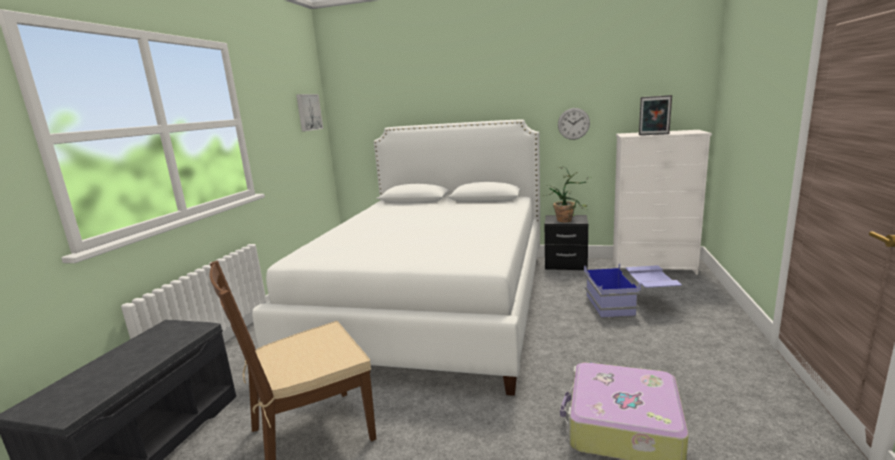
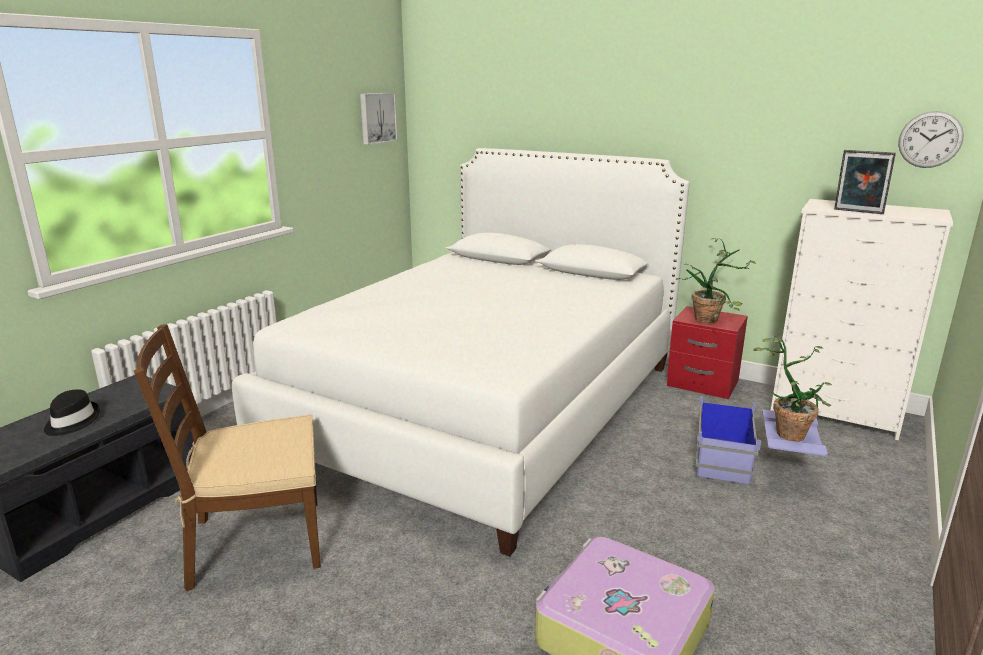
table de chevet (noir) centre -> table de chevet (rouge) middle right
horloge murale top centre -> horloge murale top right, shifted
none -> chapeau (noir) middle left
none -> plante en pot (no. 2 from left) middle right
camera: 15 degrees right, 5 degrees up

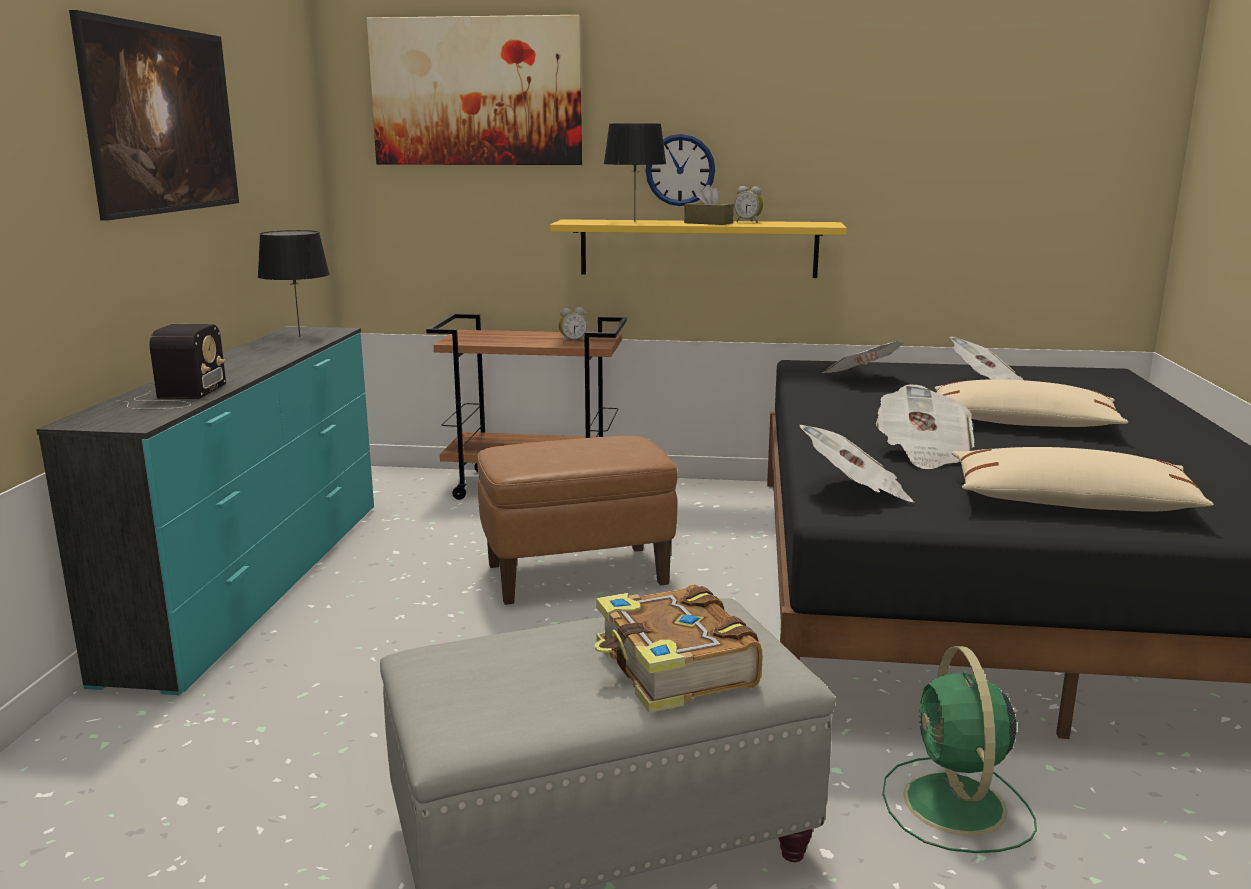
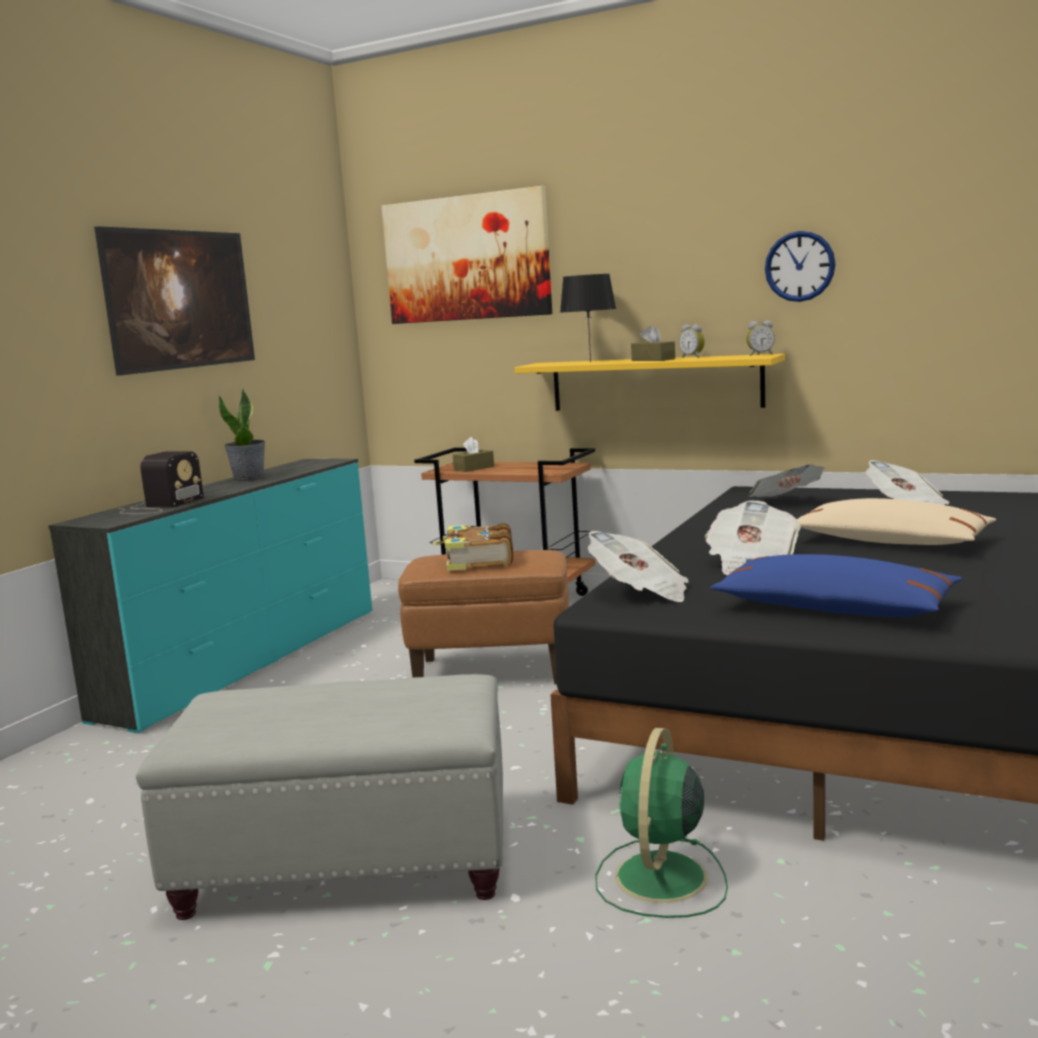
lampe de table (noir) (no. 1 from left) top left -> none
réveil (no. 1 from left in the first image) centre -> réveil (no. 2 from left) top right, shifted
livre bottom centre -> livre centre, shifted
horloge murale top centre -> horloge murale top right, shifted
coussin (beige) (no. 2 from left) middle right -> coussin (bleu) middle right
none -> plante en pot middle left
none -> boîte à mouchoirs (marron) (no. 1 from left) centre
camera: 20 degrees right, 5 degrees down

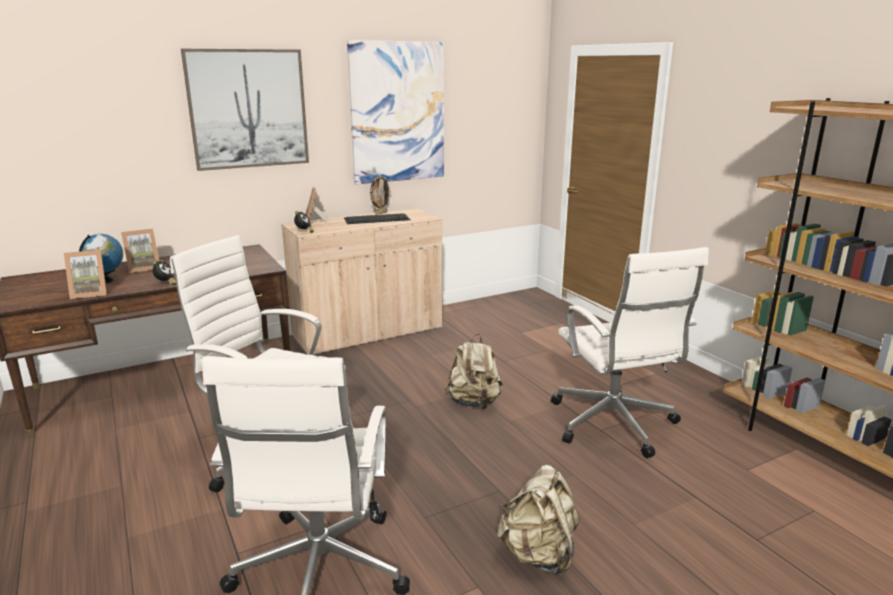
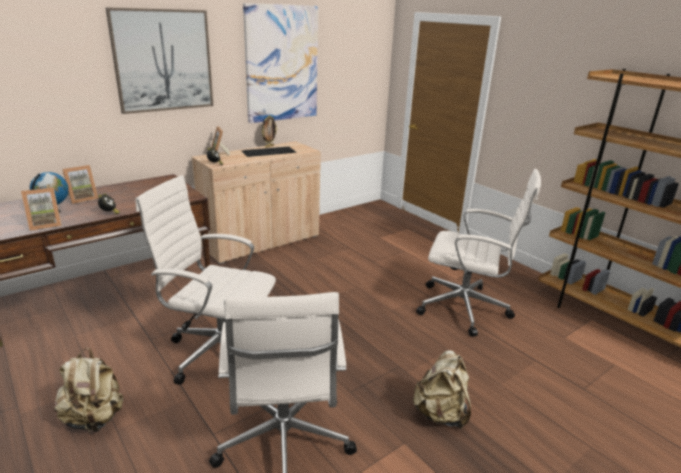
sac à dos (beige) (no. 1 from left) centre -> sac à dos (beige) (no. 1 from left) bottom left, shifted
chaise de bureau (blanc) (no. 3 from left) middle right, 45 degrees counterclockwise
camera: 10 degrees left, 5 degrees up

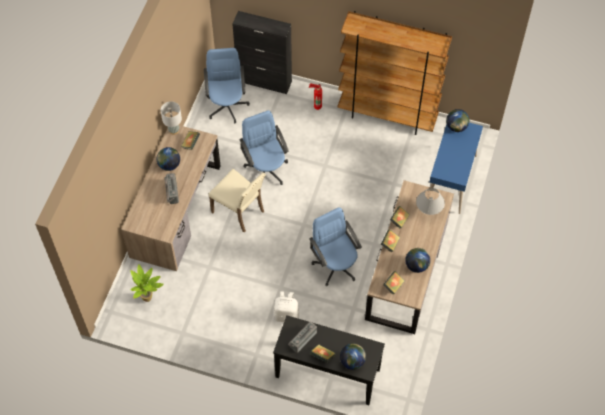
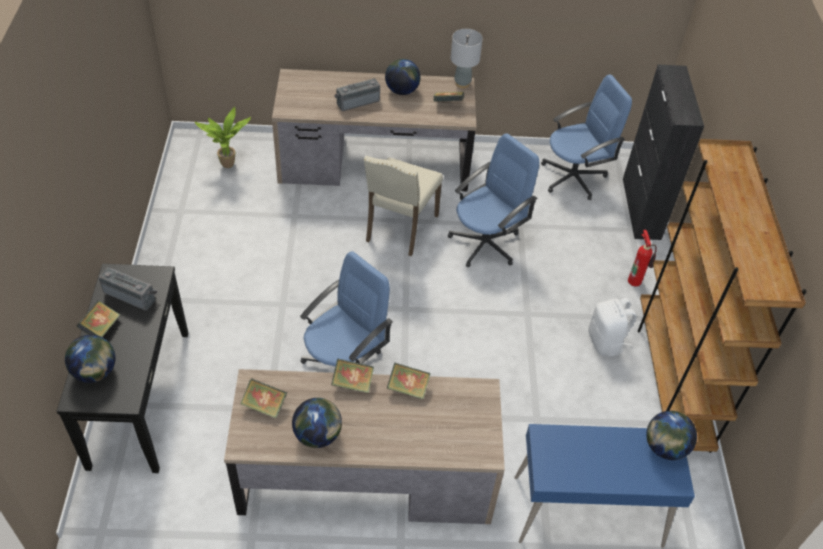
sac à dos (blanc) bottom centre -> sac à dos (blanc) middle right, shifted
lampe de table (gris) (no. 2 from left) middle right -> none
camera: 70 degrees right, 10 degrees down

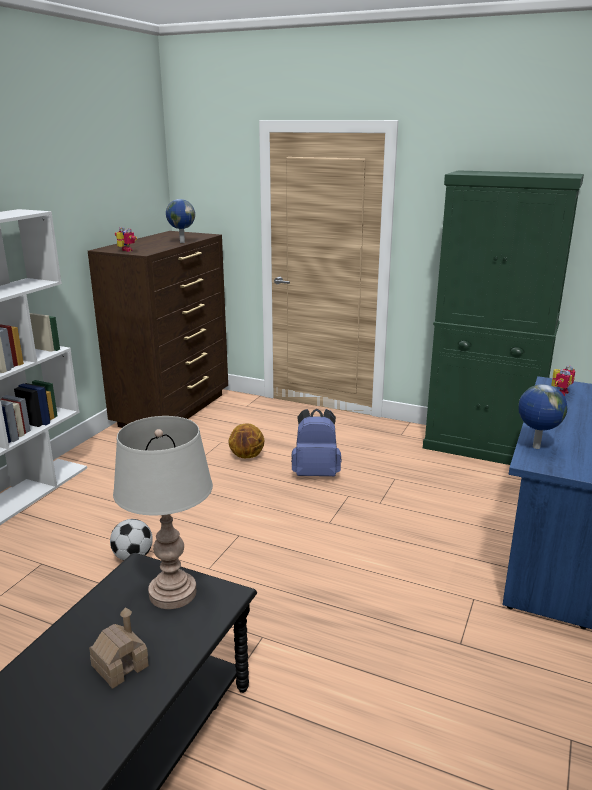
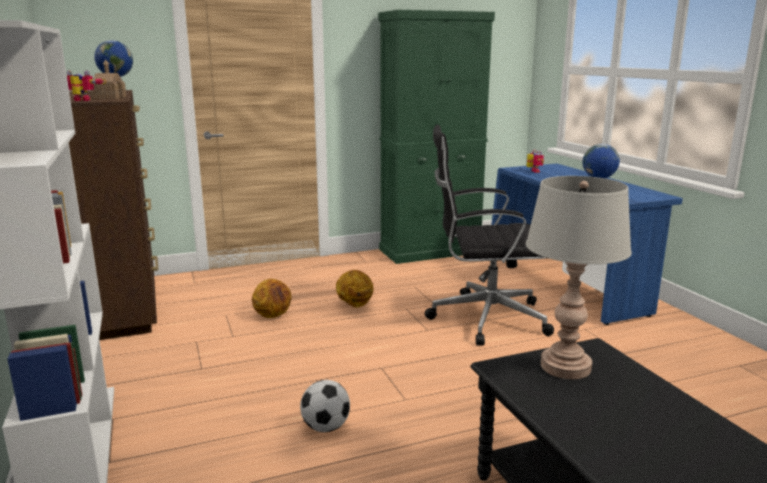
maison miniature bottom left -> maison miniature top left, shifted
sac à dos (bleu) centre -> ballon de basket (no. 2 from left) centre
none -> chaise de bureau (noir) centre
camera: 45 degrees left, 5 degrees down

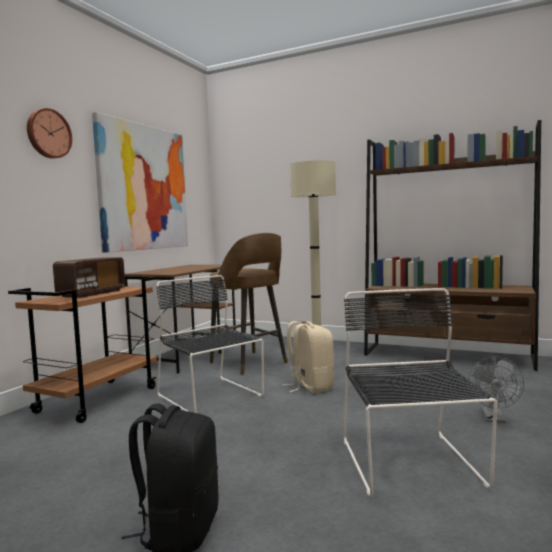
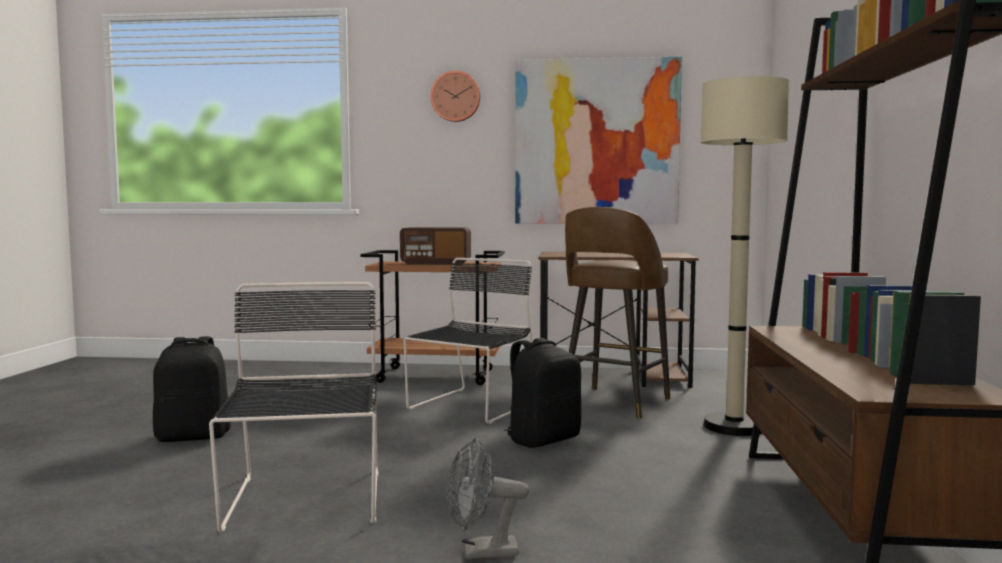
sac à dos (beige) centre -> sac à dos (noir) (no. 2 from left) bottom centre
chaise (noir) (no. 2 from left in the first image) bottom right -> chaise (noir) (no. 1 from left) bottom left, 75 degrees counterclockwise
camera: 70 degrees right, 0 degrees up

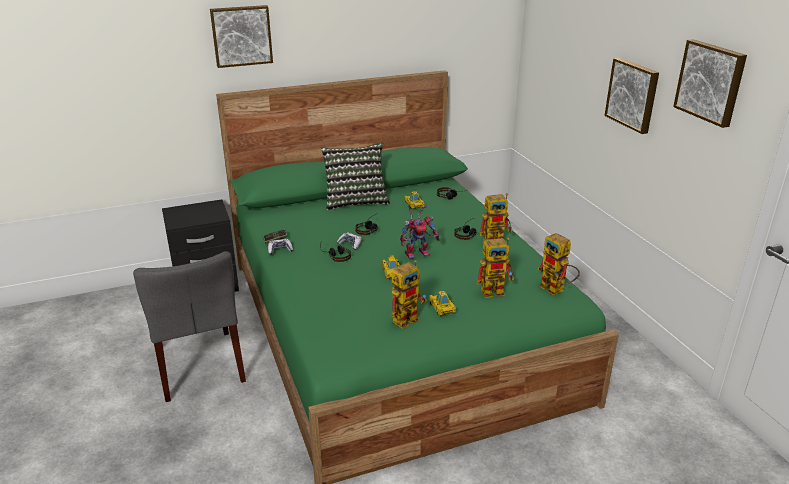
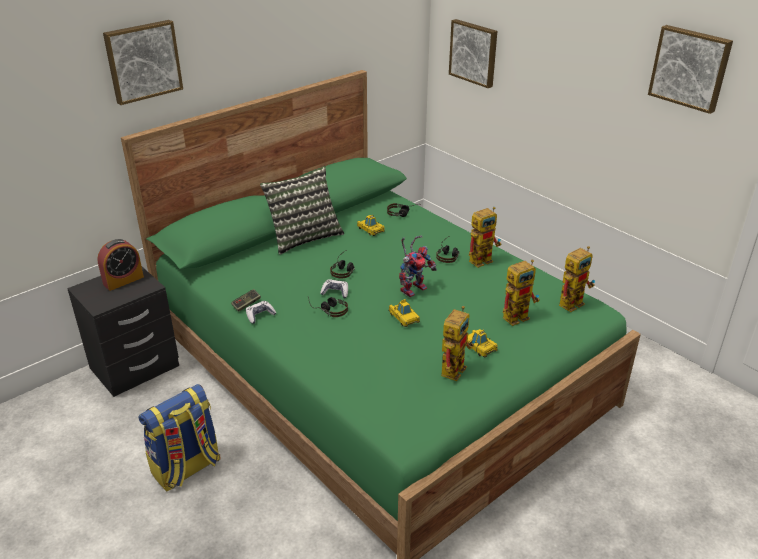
chaise (gris) bottom left -> sac à dos bottom left
robot jouet (no. 5 from left) middle right, 75 degrees counterclockwise
tableau (no. 2 from left) top right -> tableau (no. 2 from left) top centre, shifted
none -> réveil middle left
camera: 20 degrees left, 5 degrees up

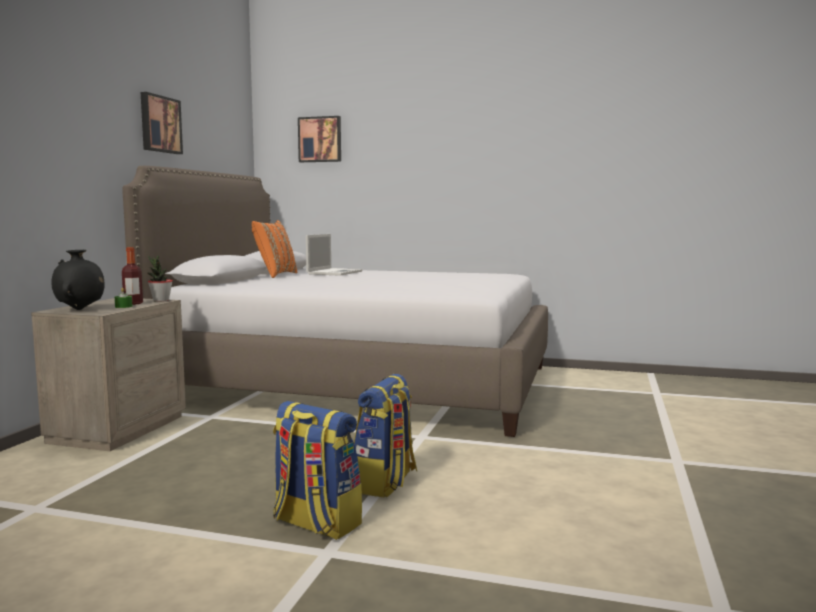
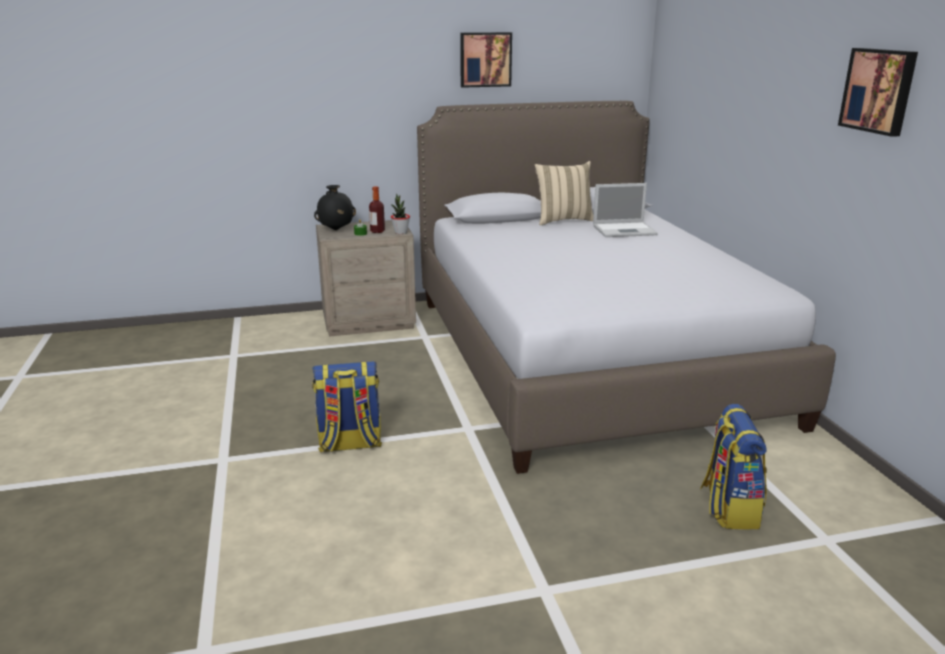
coussin (orange) centre -> coussin (beige) top centre
sac à dos (no. 1 from left in the first image) bottom centre -> sac à dos (no. 2 from left) bottom right, shifted
tableau (no. 2 from left) top centre -> tableau (no. 2 from left) top right, shifted
camera: 60 degrees right, 15 degrees up

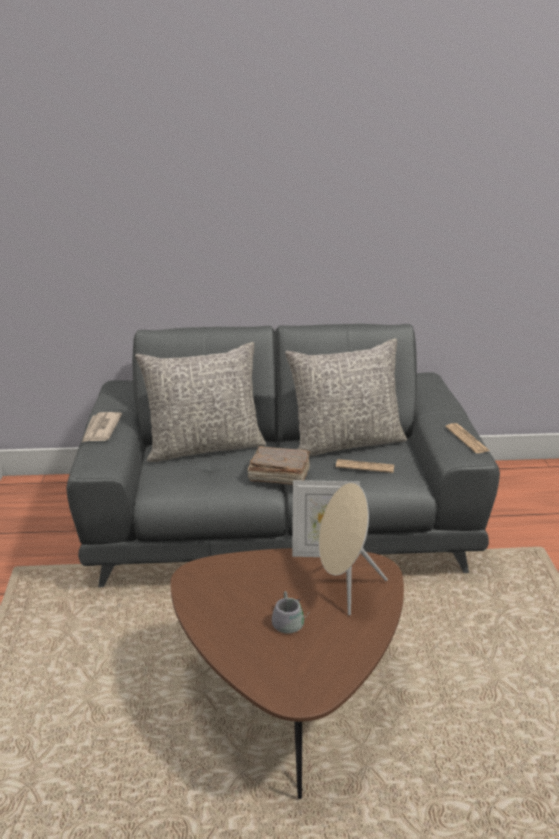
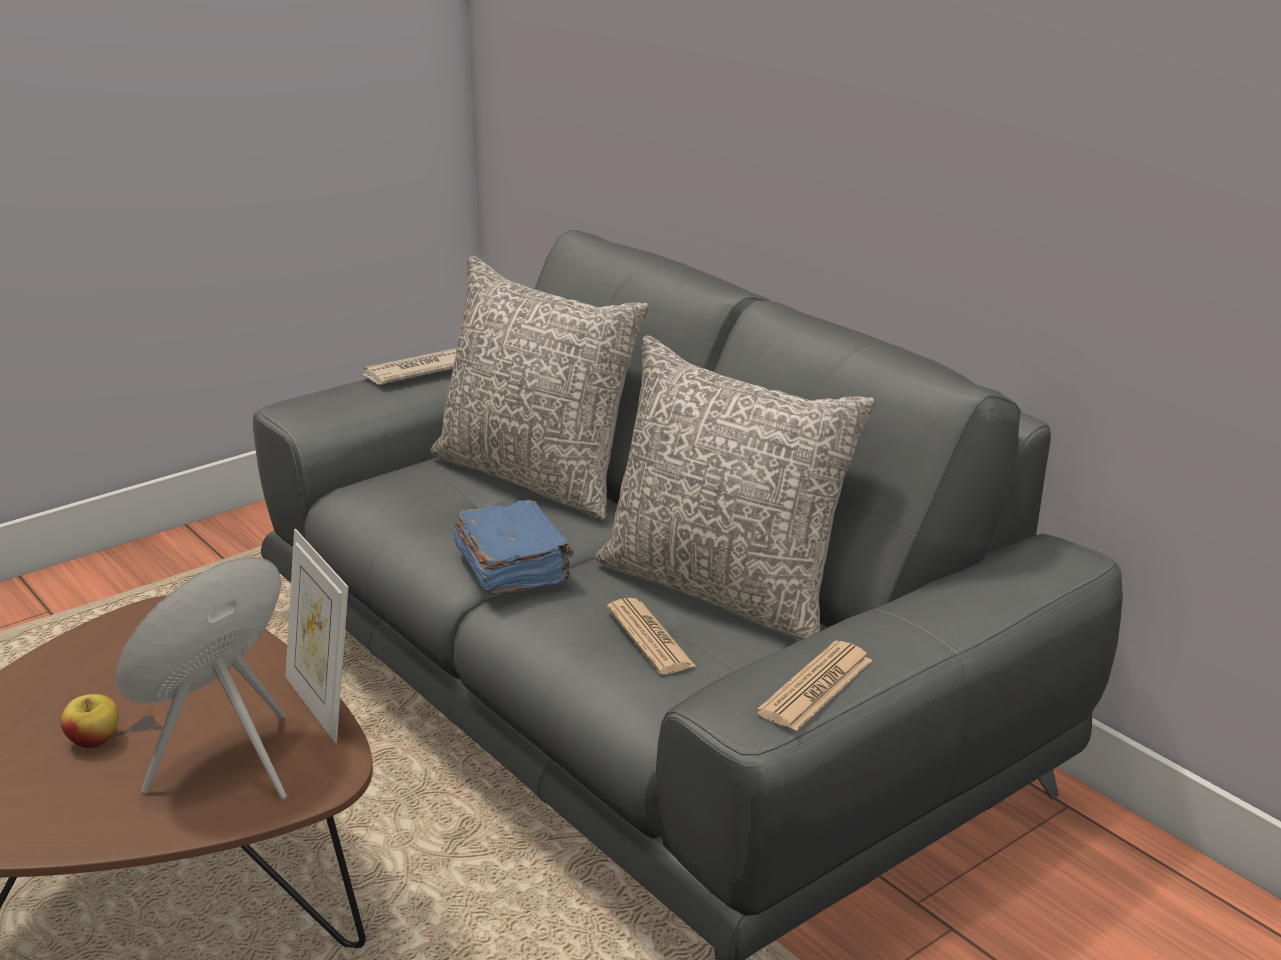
livre (marron) centre -> livre (bleu) centre
mug (gris) bottom centre -> pomme bottom left
camera: 55 degrees right, 0 degrees up

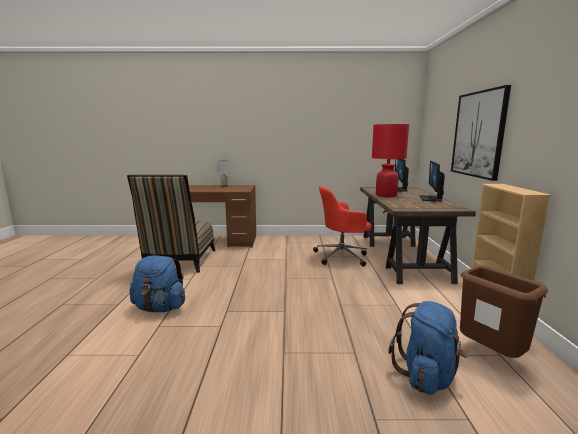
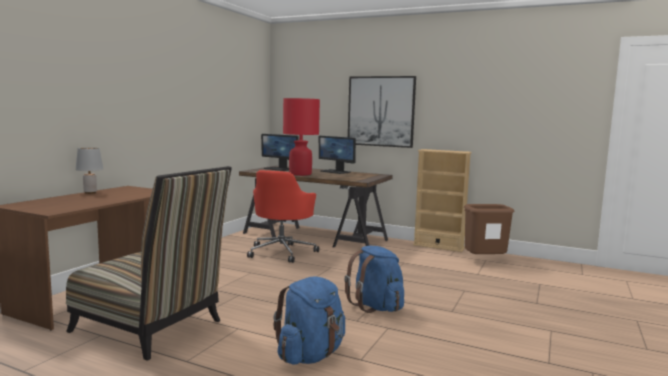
sac à dos (bleu) (no. 2 from left) bottom right -> sac à dos (bleu) (no. 2 from left) bottom centre, shifted
camera: 65 degrees left, 5 degrees down

